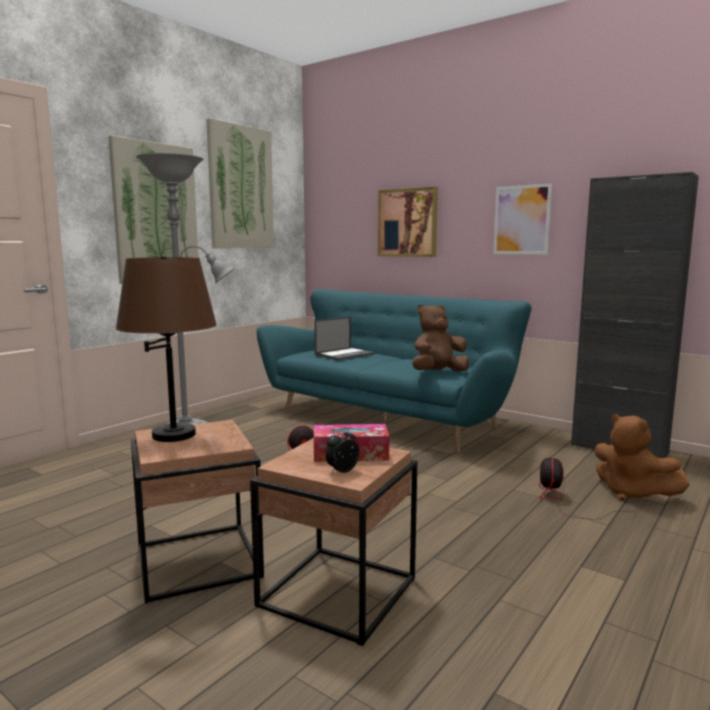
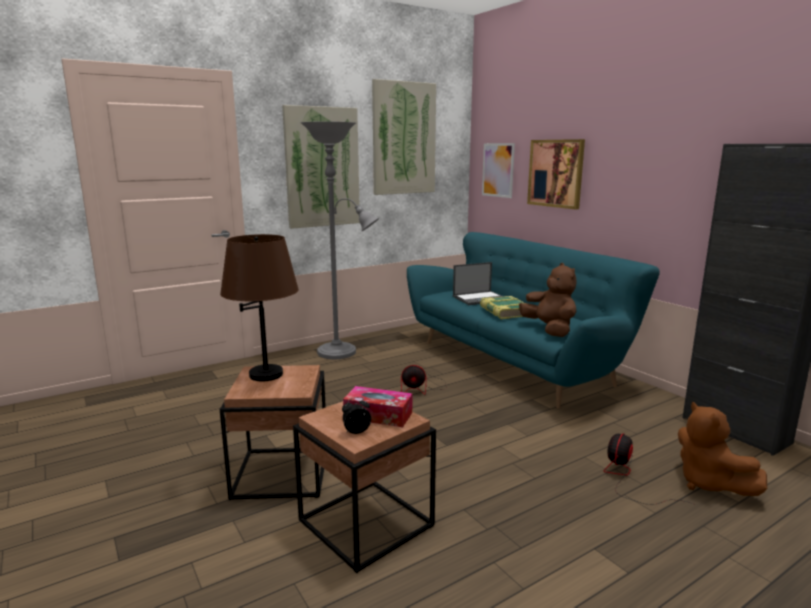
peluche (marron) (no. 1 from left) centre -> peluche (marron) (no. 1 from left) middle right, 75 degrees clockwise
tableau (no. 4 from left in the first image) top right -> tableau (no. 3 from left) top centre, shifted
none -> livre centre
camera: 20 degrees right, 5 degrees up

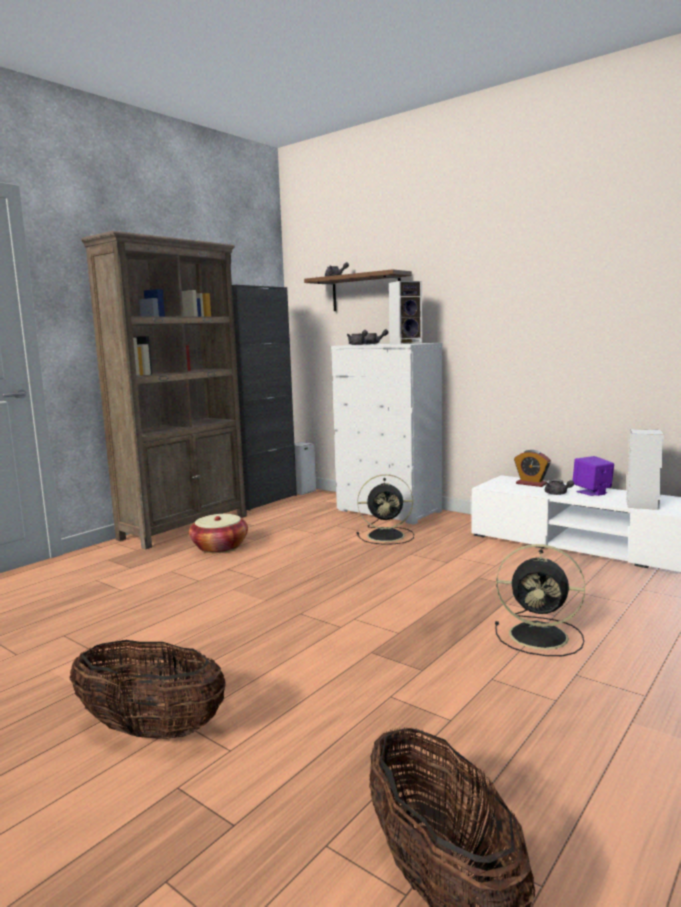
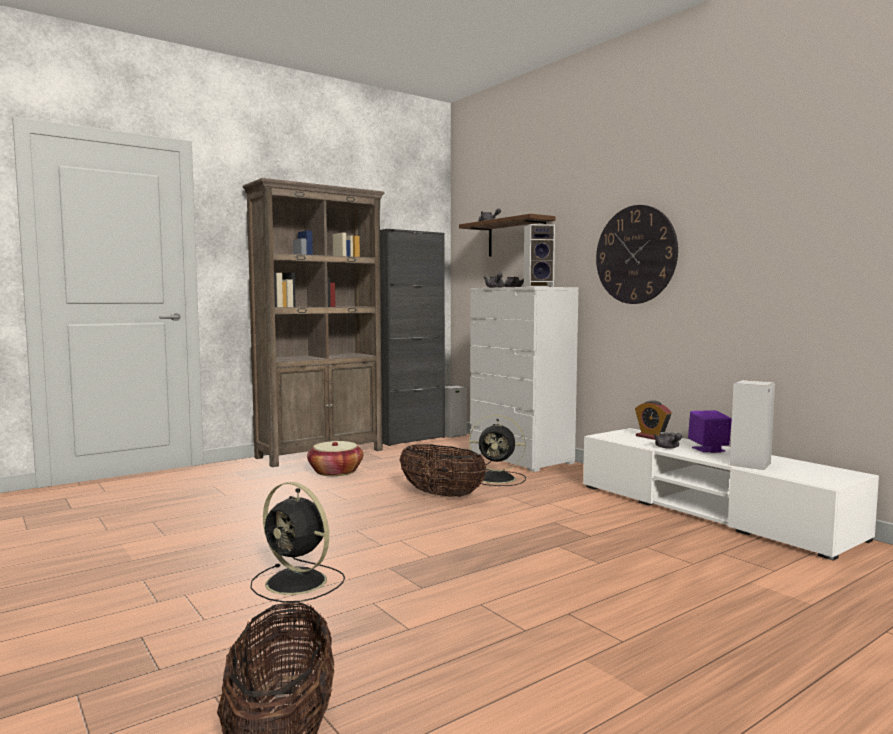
panier (no. 1 from left in the first image) bottom left -> panier (no. 3 from left) centre, shifted
ventilateur (noir) (no. 2 from left in the first image) middle right -> ventilateur (noir) (no. 1 from left) bottom centre, shifted
none -> horloge murale middle right
camera: 15 degrees right, 5 degrees down

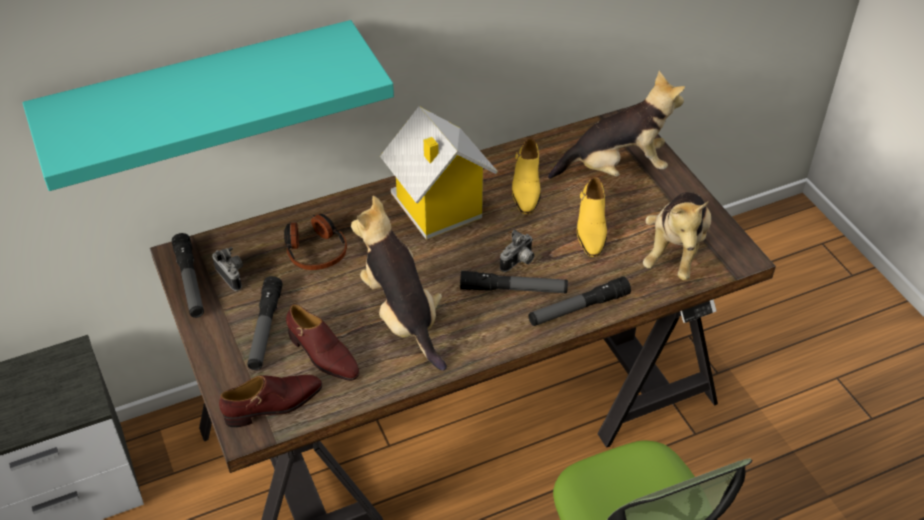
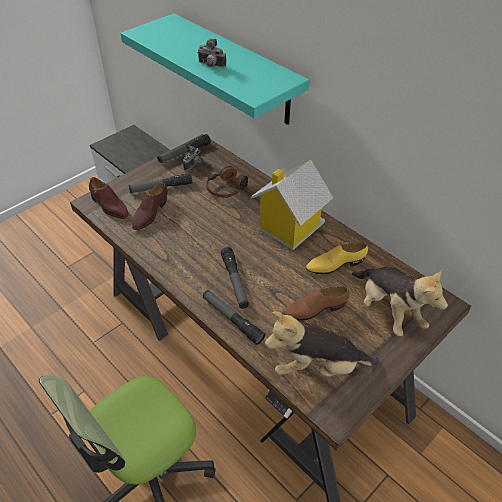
peluche (no. 1 from left) centre -> none
appareil photo (no. 2 from left) centre -> appareil photo (no. 2 from left) top centre, shifted
chaussure (jaune) (no. 2 from left) centre -> chaussure (marron) (no. 3 from left) centre
camera: 70 degrees right, 0 degrees up

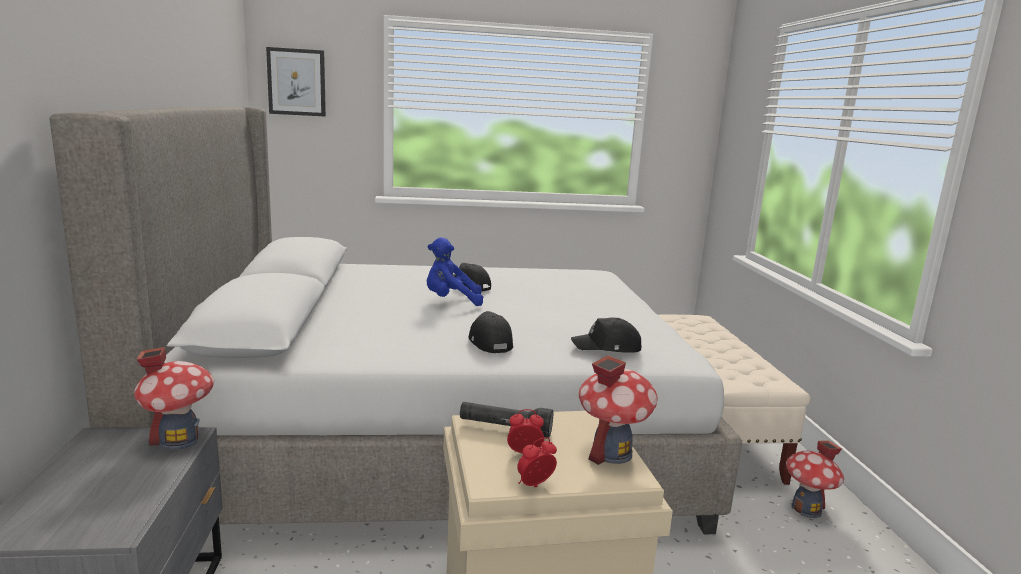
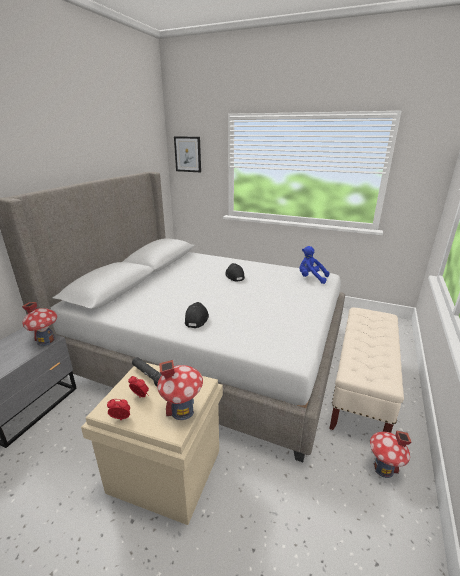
peluche (bleu) centre -> peluche (bleu) middle right, shifted
casquette (noir) (no. 3 from left) centre -> none
camera: 30 degrees right, 10 degrees up

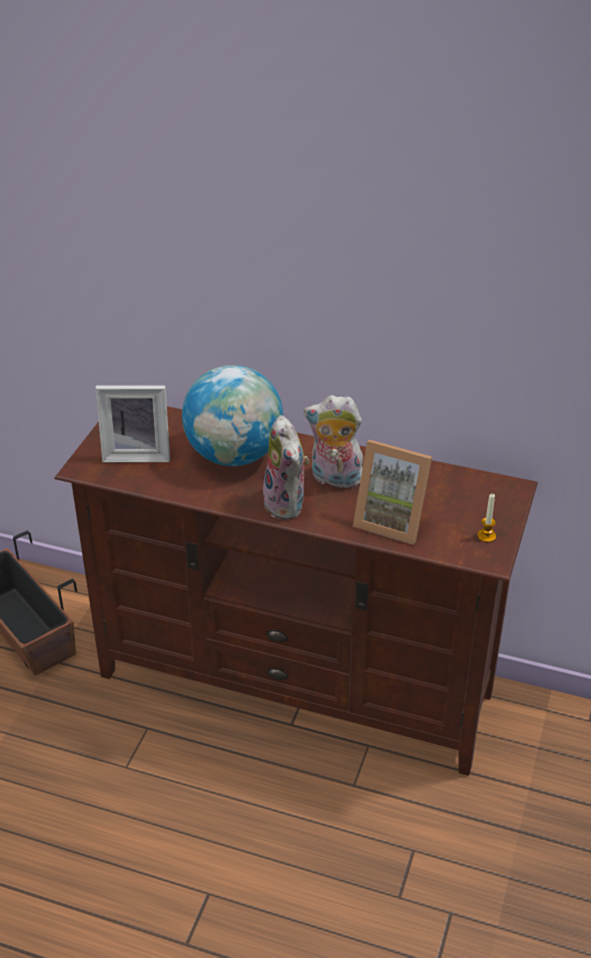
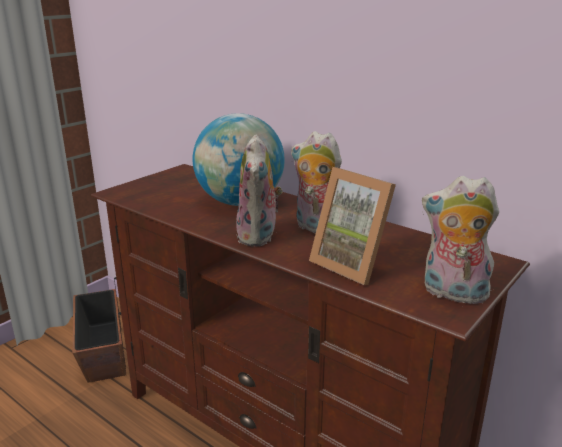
cadre photo (no. 1 from left) middle left -> none
bougie middle right -> peluche (no. 3 from left) middle right
camera: 20 degrees right, 15 degrees down

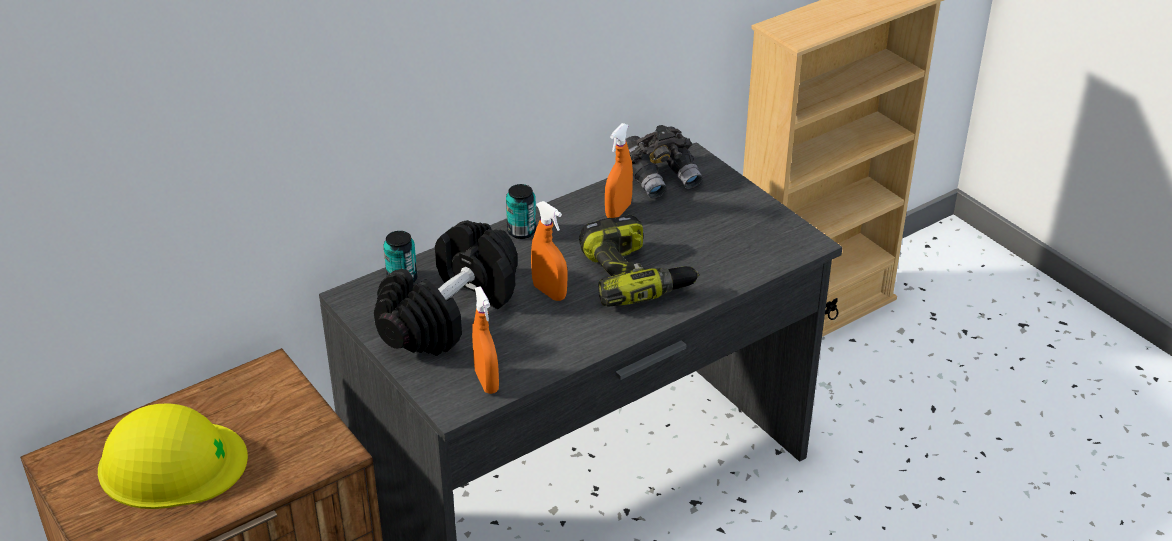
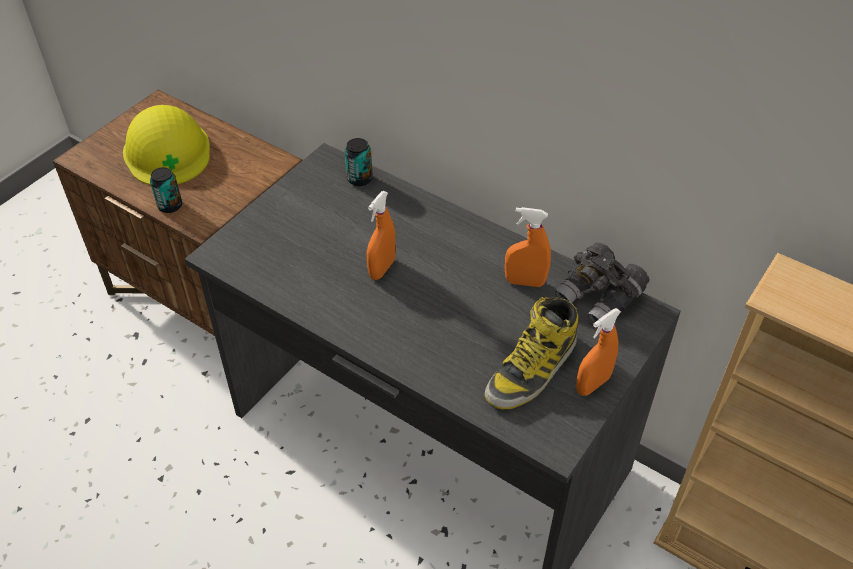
haltère (noir) centre -> none
vaporisateur (orange) (no. 1 from left in the first image) centre -> vaporisateur (orange) (no. 3 from left) middle right, shifted
boîte métallique (no. 2 from left in the first image) centre -> boîte métallique (no. 1 from left) middle left, shifted
perceuse centre -> none
none -> botte centre
camera: 70 degrees right, 10 degrees up

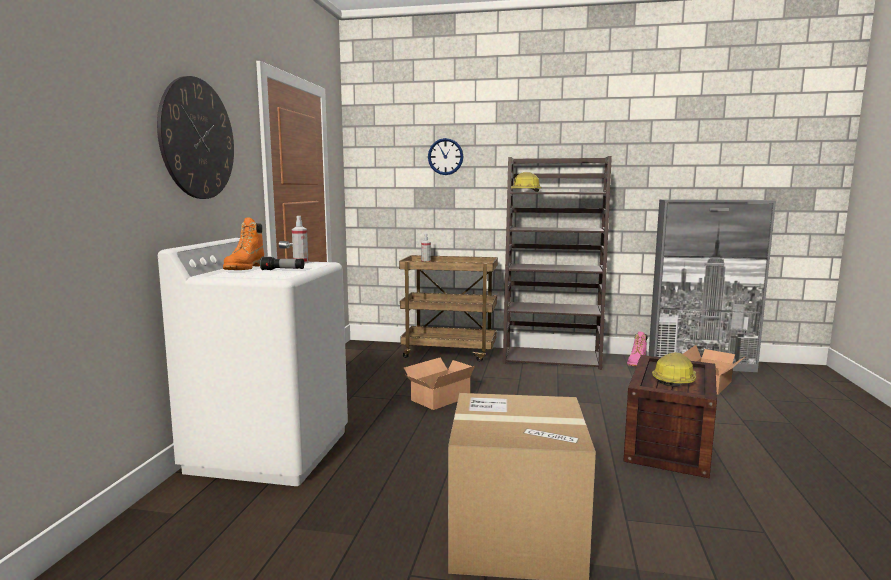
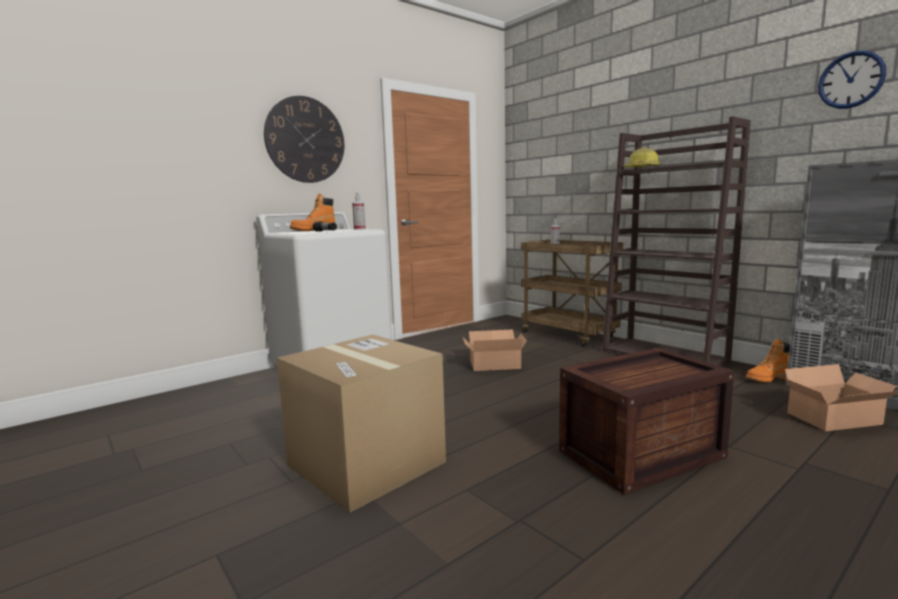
horloge murale (no. 2 from left) top centre -> horloge murale (no. 2 from left) top right, shifted
botte (rose) middle right -> botte (orange) (no. 2 from left) middle right
casque de chantier (no. 2 from left) middle right -> none
camera: 40 degrees right, 0 degrees up

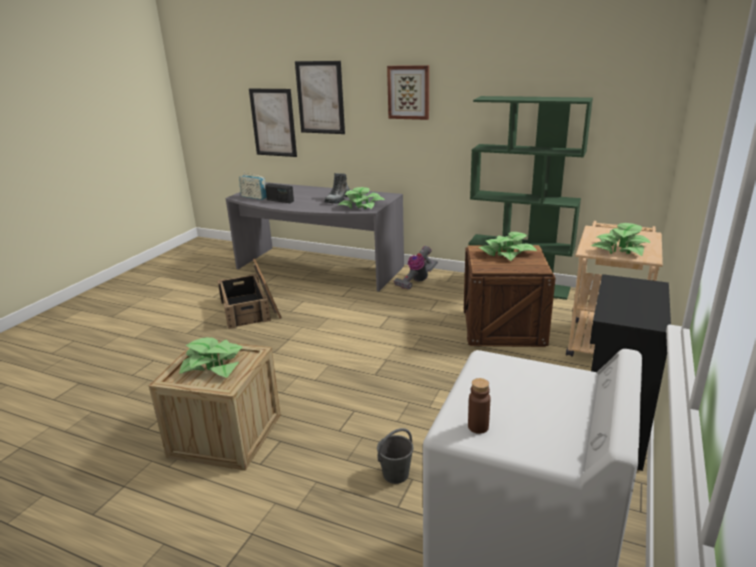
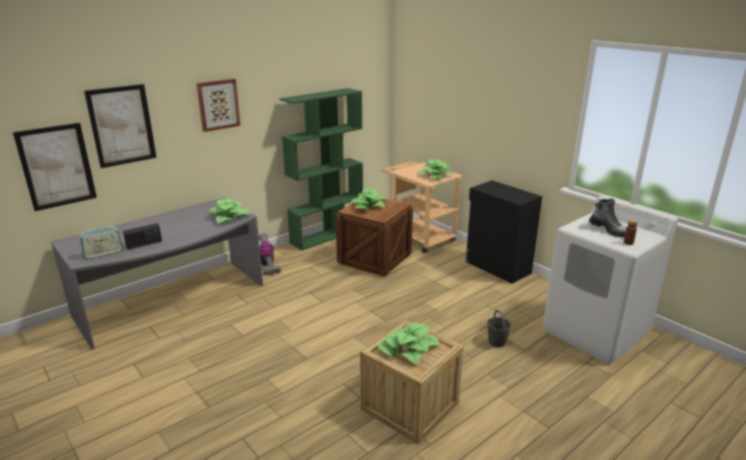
caisse (no. 2 from left) middle left -> none
botte top centre -> botte middle right, shifted
camera: 65 degrees left, 0 degrees up

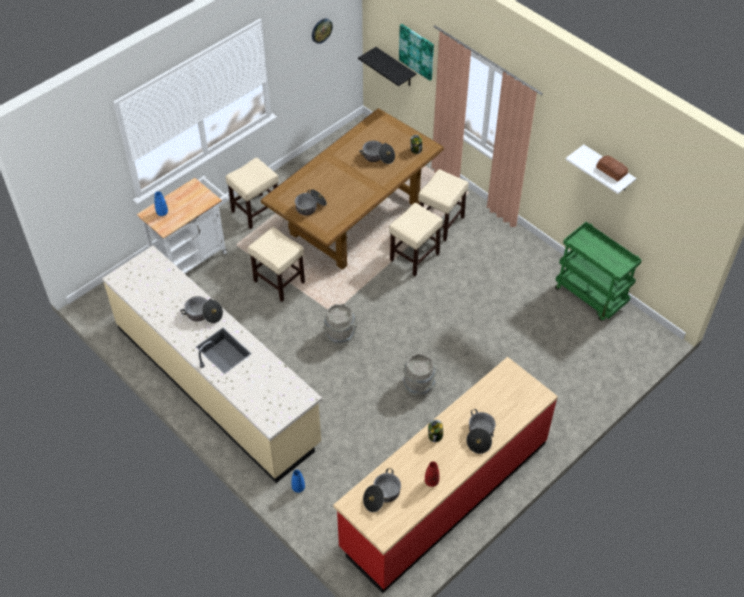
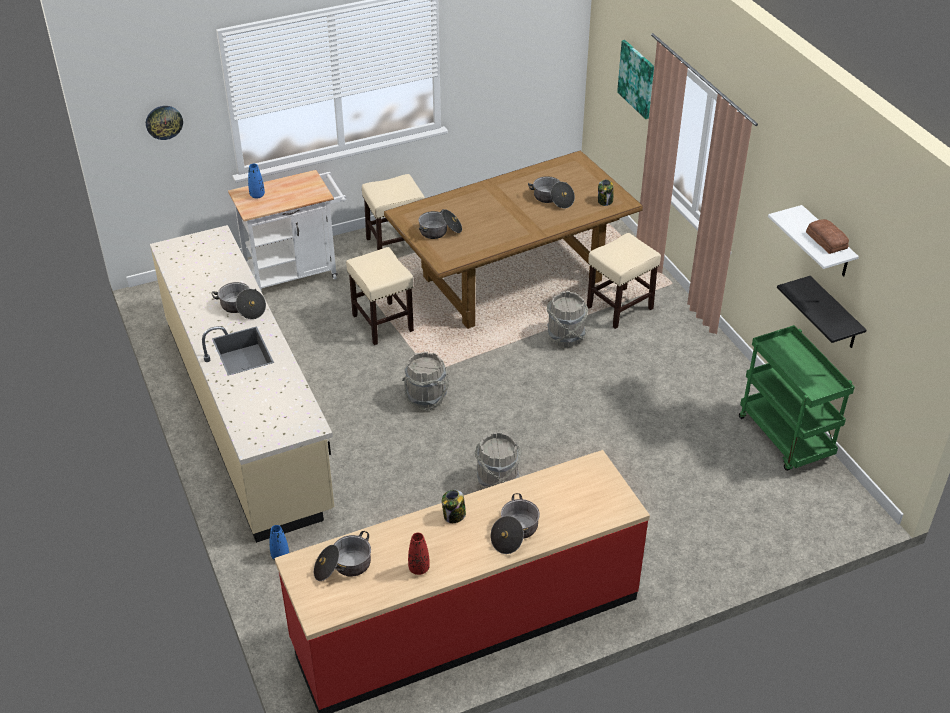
horloge murale top centre -> horloge murale top left, shifted
étagère (noir) top centre -> étagère (noir) middle right, shifted
tabouret (beige) (no. 3 from left) centre -> seau (gris) (no. 3 from left) centre
camera: 20 degrees right, 10 degrees down

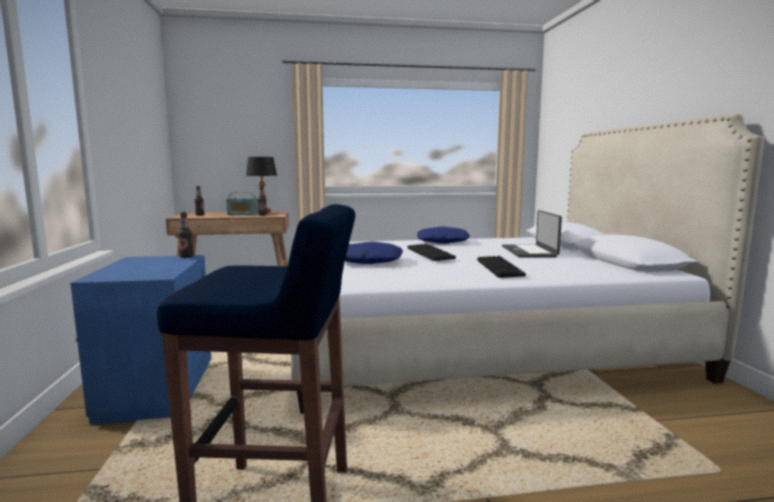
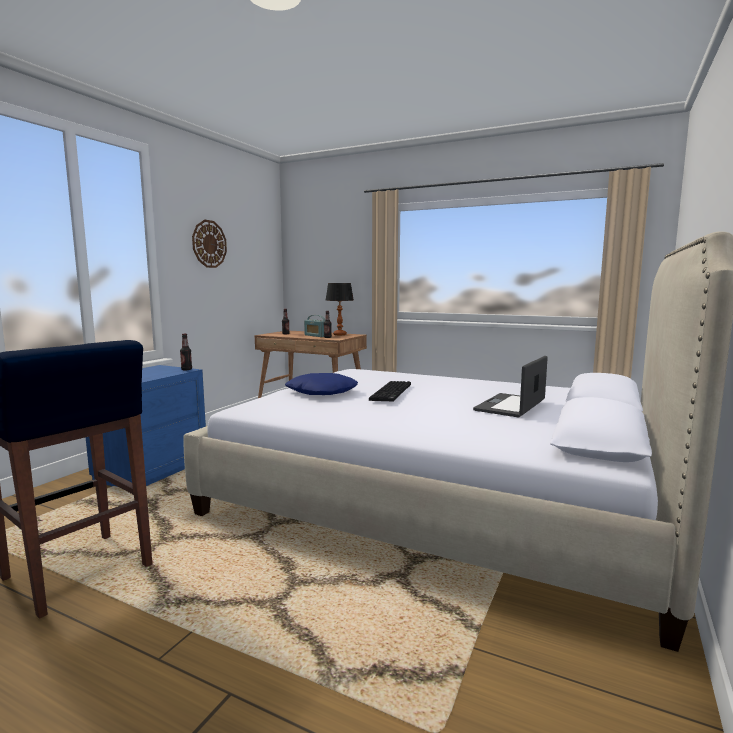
coussin (bleu) (no. 2 from left) centre -> none
clavier (no. 2 from left) centre -> none
none -> horloge murale top left
camera: 35 degrees right, 0 degrees up

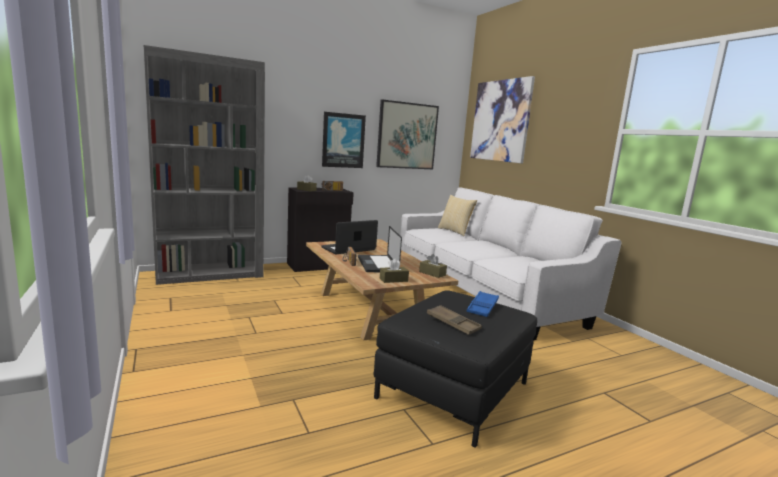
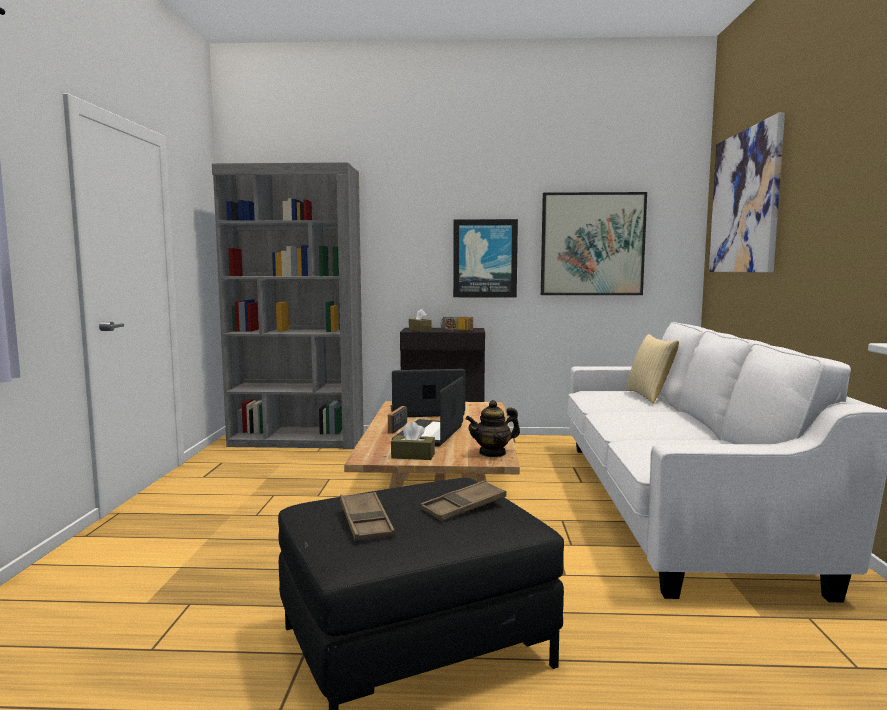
boîte à mouchoirs (marron) (no. 3 from left) centre -> théière centre
plateau (bleu) centre -> plateau (marron) (no. 2 from left) bottom centre
camera: 30 degrees right, 5 degrees down

